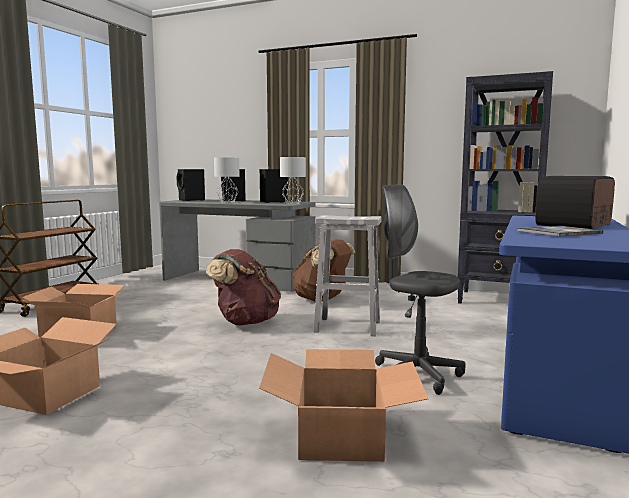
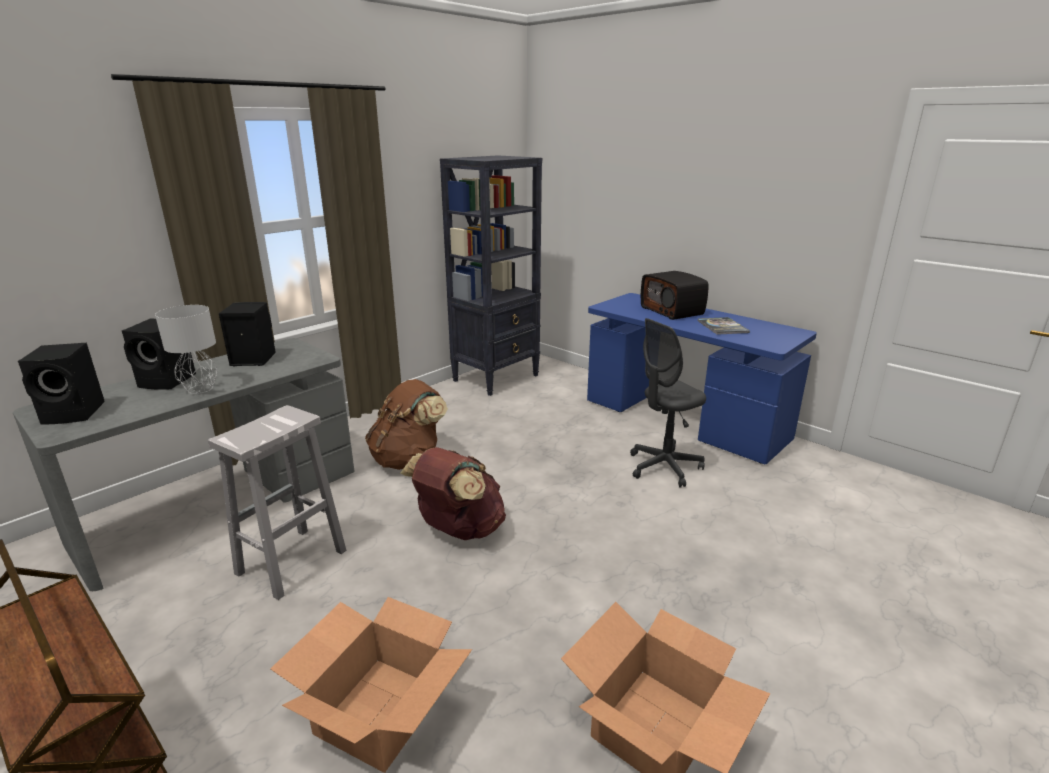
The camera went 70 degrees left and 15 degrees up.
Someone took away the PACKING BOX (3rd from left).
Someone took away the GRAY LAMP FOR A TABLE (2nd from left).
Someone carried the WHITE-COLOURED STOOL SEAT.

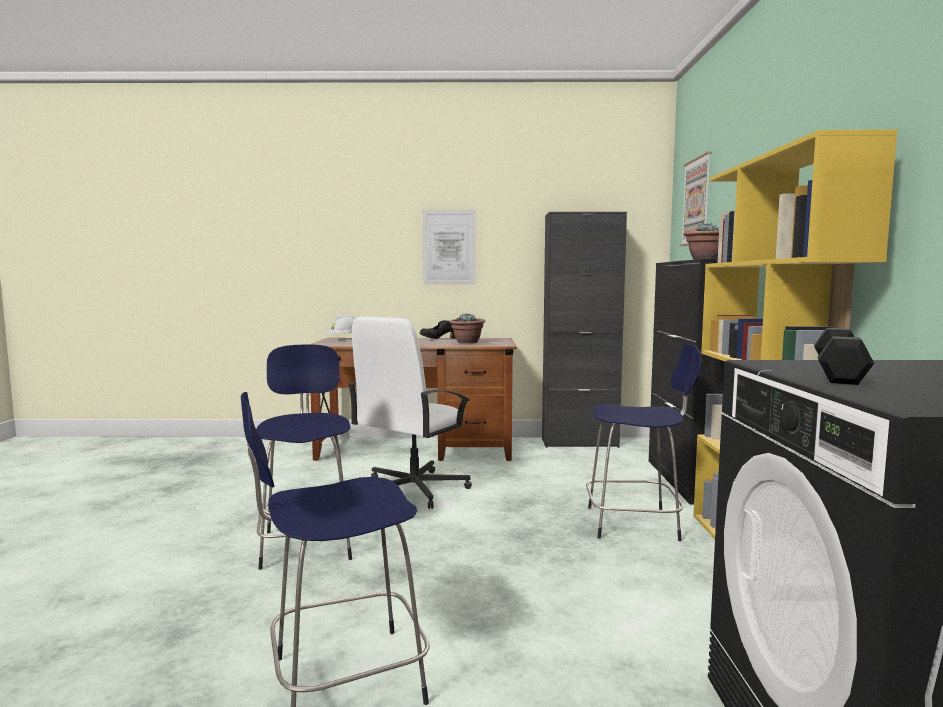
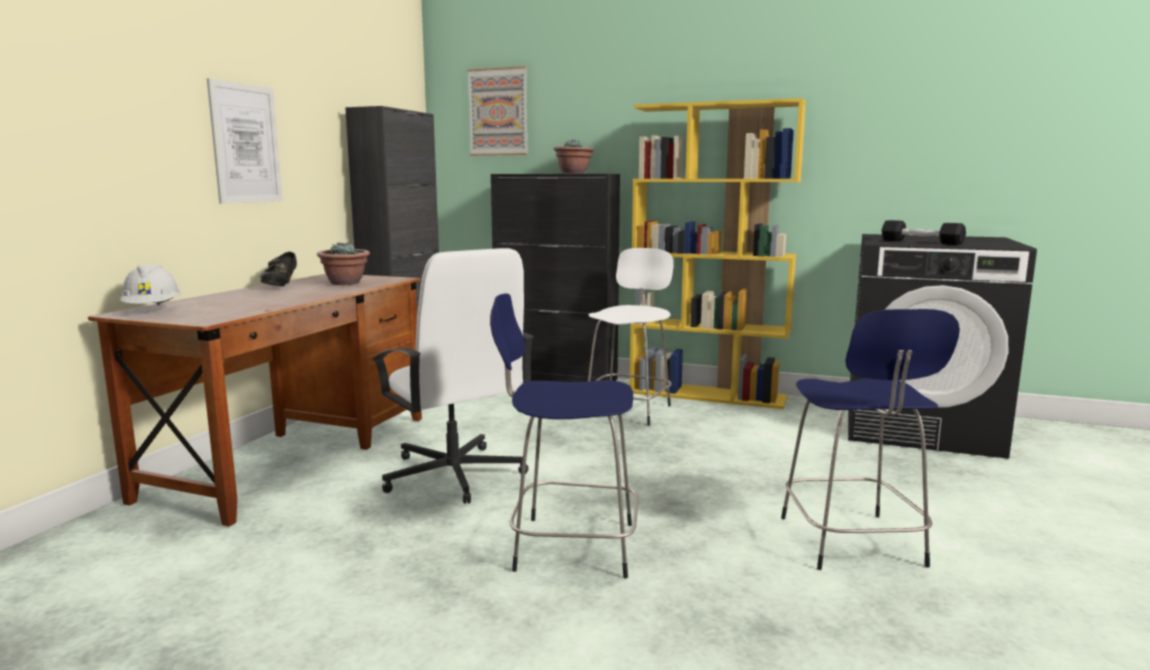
The camera went 70 degrees left and 5 degrees up.
Someone repainted the BLUE STOOL SEAT (3rd from left), which became the WHITE-COLOURED STOOL SEAT.

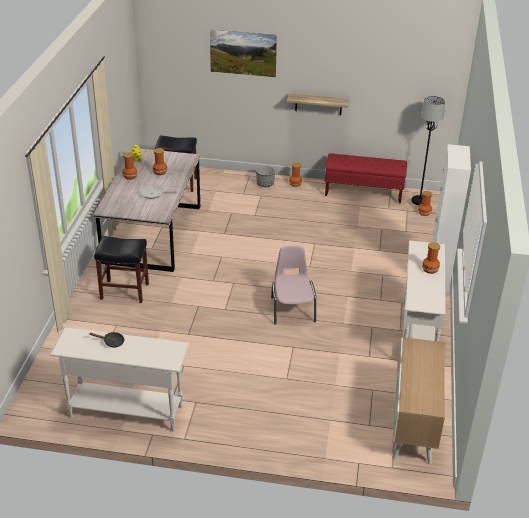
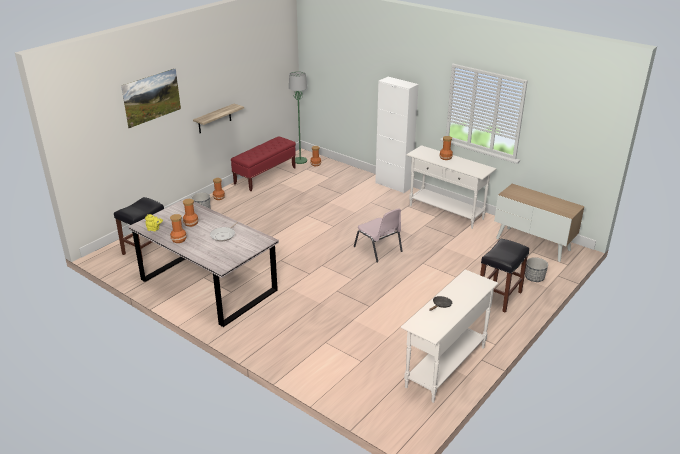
The camera went 60 degrees left and 5 degrees down.
Someone carried the BLACK STOOL SEAT (1st from left in the first image).
Someone rotated the PINKISH PLAIN CHAIR by 150 degrees counterclockwise.
Someone repainted the BLACK STANDARD LAMP, which became the GREEN STANDARD LAMP.
Someone put down the FLOWER POT (2nd from left).

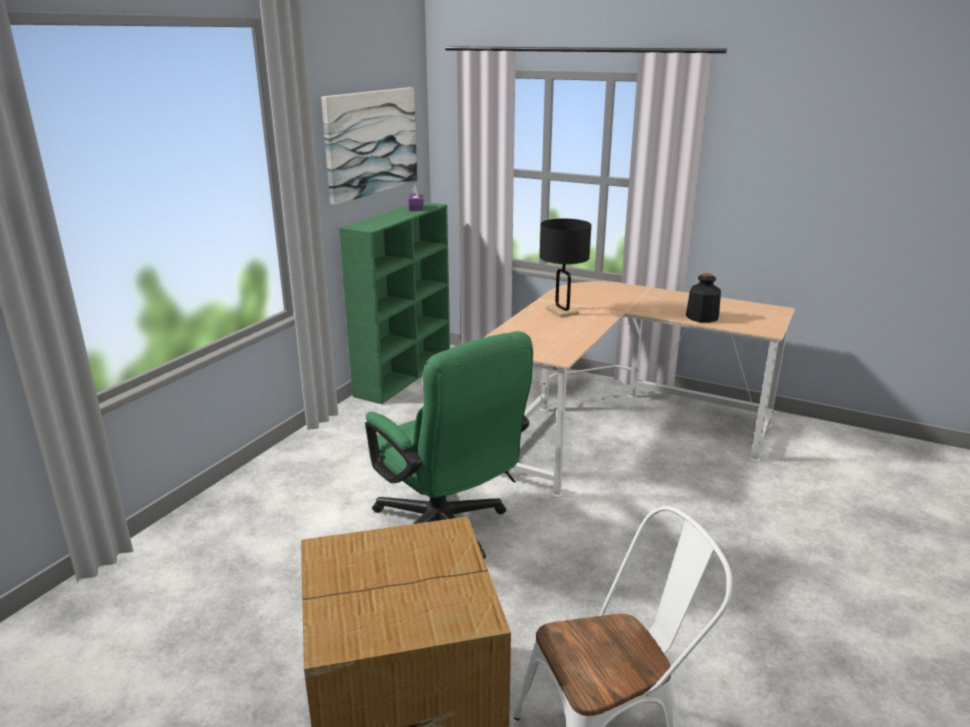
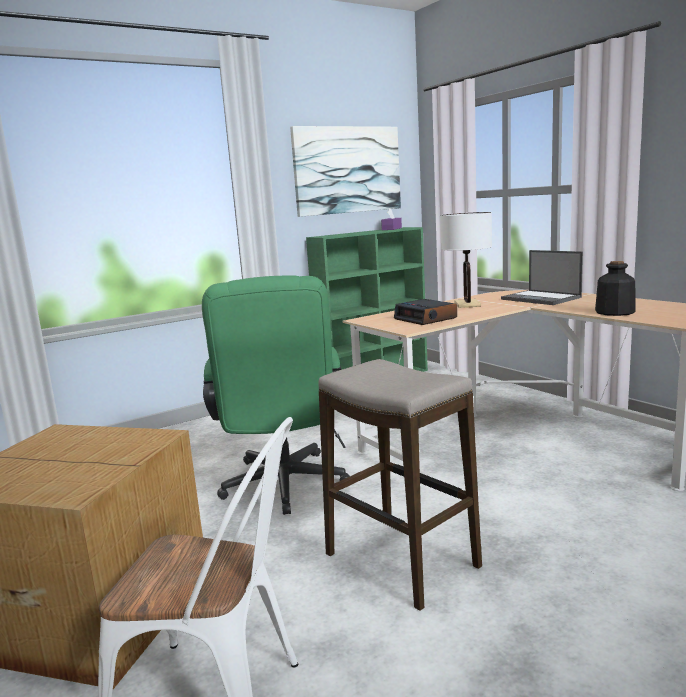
The camera went 30 degrees right and 10 degrees down.
Someone repainted the BLACK LAMP FOR A TABLE, which became the WHITE-COLOURED LAMP FOR A TABLE.
Someone put down the STOOL SEAT.
Someone put down the ALARM CLOCK.
Someone put down the PORTABLE COMPUTER.

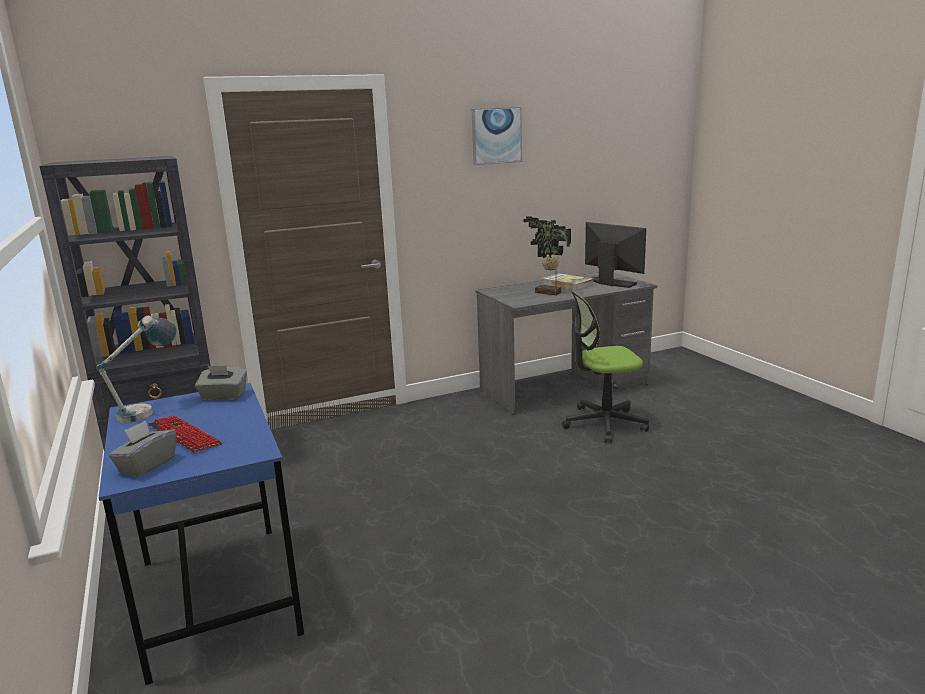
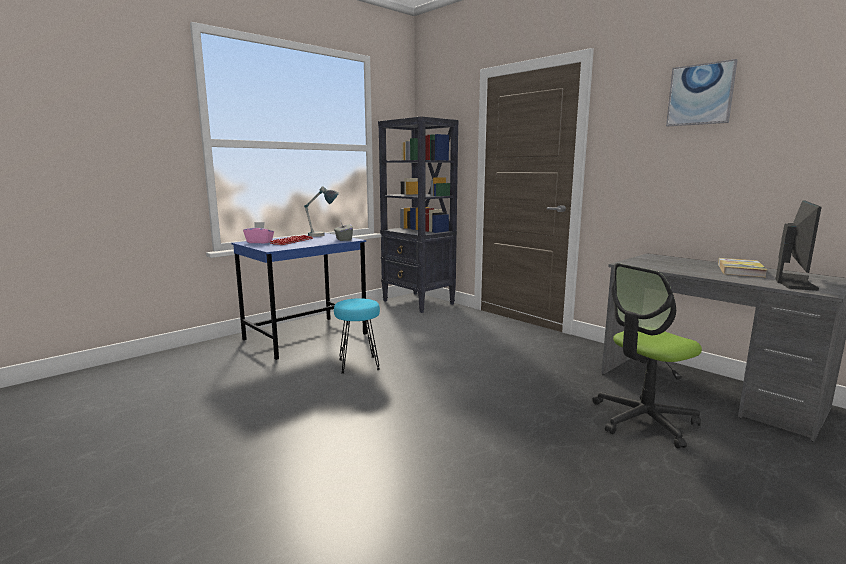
The camera went 70 degrees right and 5 degrees down.
Someone repainted the GRAY BOX OF TISSUES (1st from left), which became the PINKISH BOX OF TISSUES.
Someone took away the HOUSEPLANT.
Someone rotated the COMPUTER CHAIR by 90 degrees counterclockwise.
Someone put down the BLUE-GREEN STOOL SEAT.

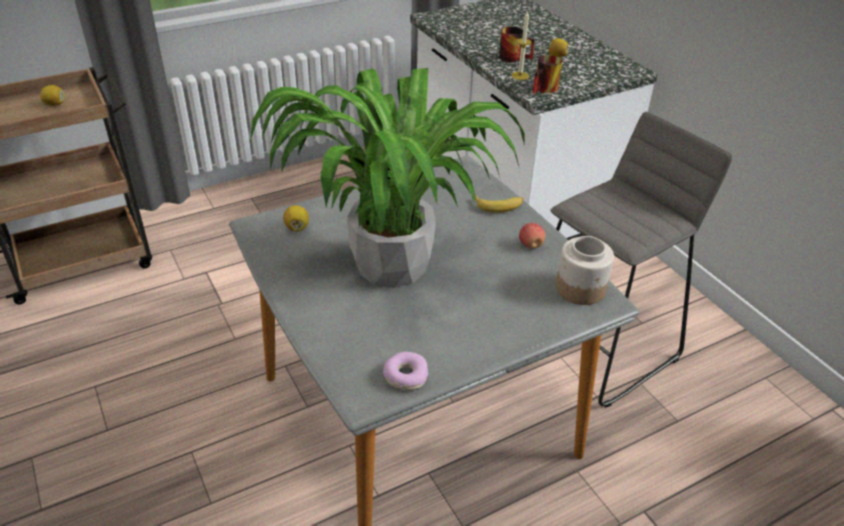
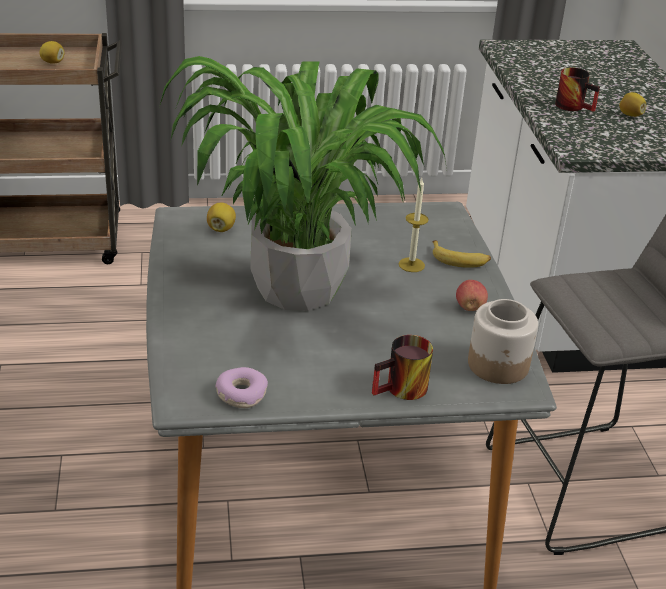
The camera went 20 degrees right and 5 degrees down.
Someone carried the WAX CANDLE.
Someone carried the TEA MUG (2nd from left in the first image).

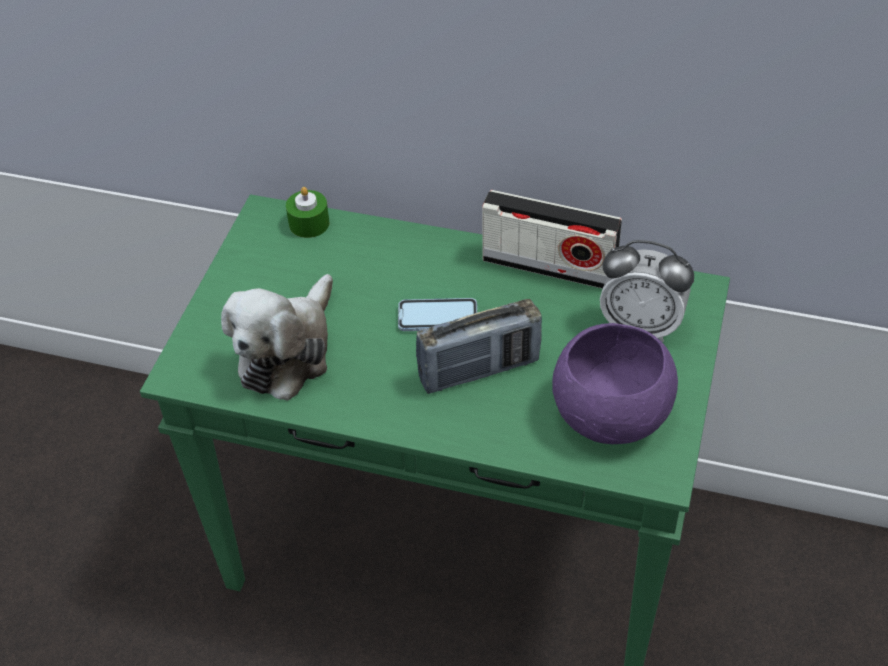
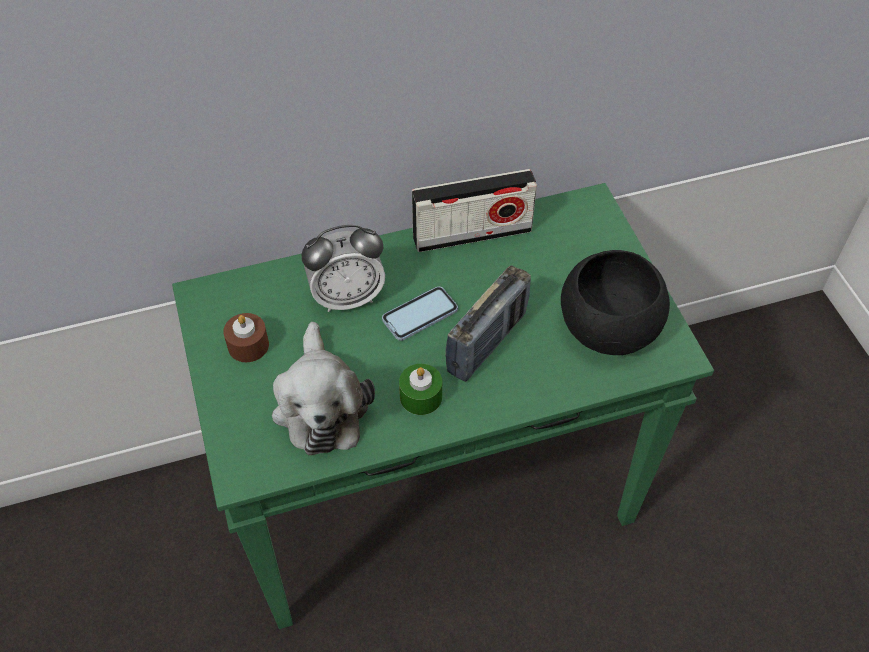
The camera went 35 degrees left and 5 degrees up.
Someone carried the GREEN WAX CANDLE.
Someone repainted the PURPLE SERVING BOWL, which became the BLACK SERVING BOWL.
Someone carried the ALARM CLOCK.
Someone put down the BROWNISH WAX CANDLE.

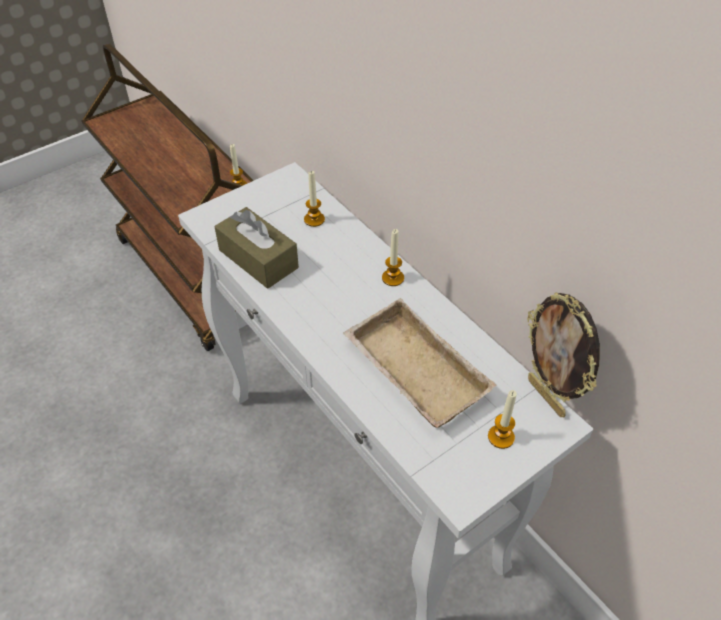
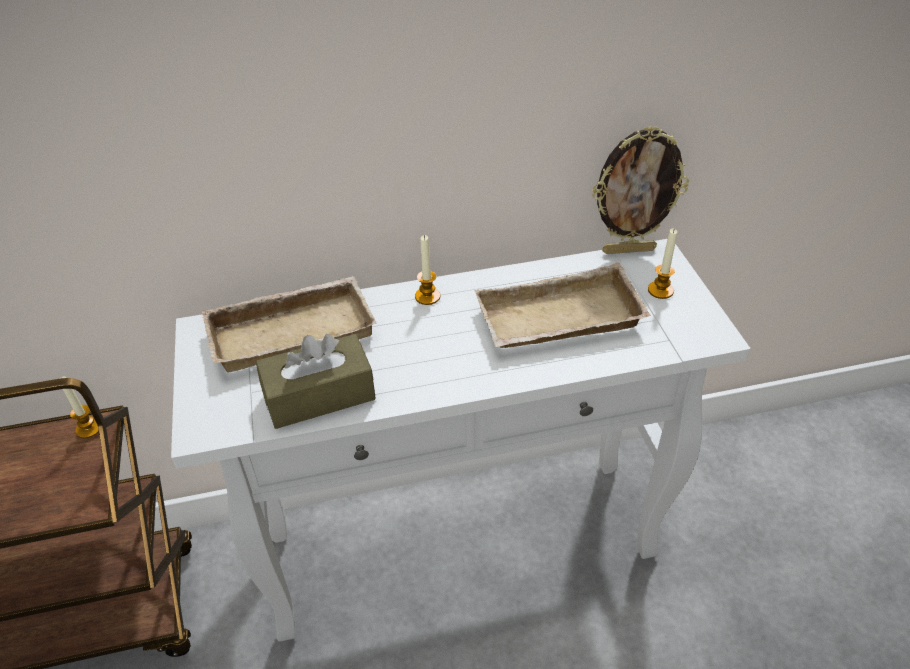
The camera went 65 degrees left and 5 degrees down.
Someone swapped the WAX CANDLE (2nd from left) for the BEIGE-COLOURED TRAY (1st from left).

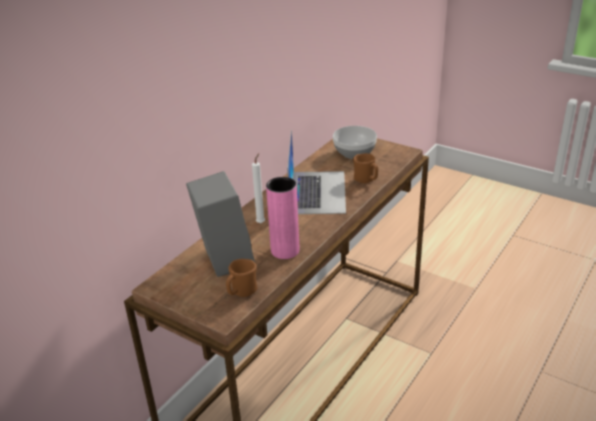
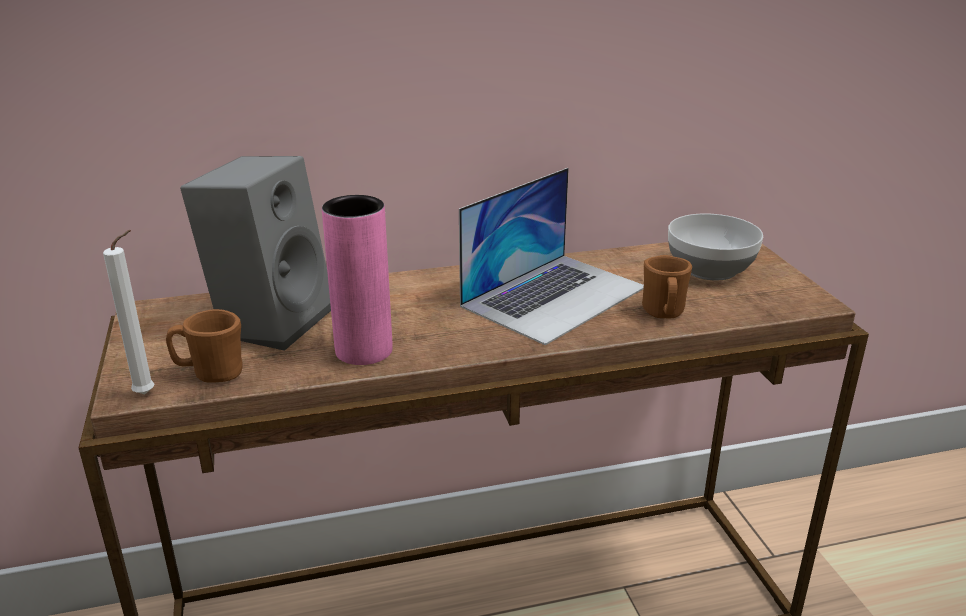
The camera went 40 degrees right and 5 degrees down.
Someone carried the WHITE-COLOURED WAX CANDLE.

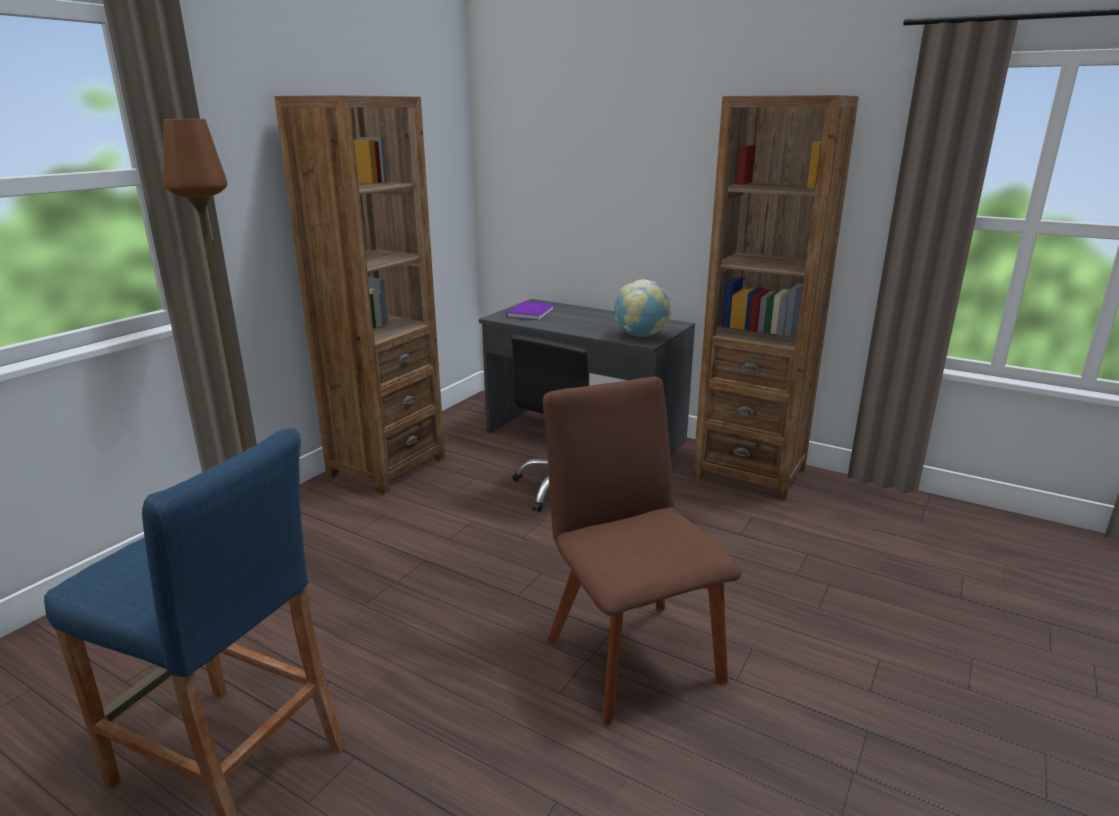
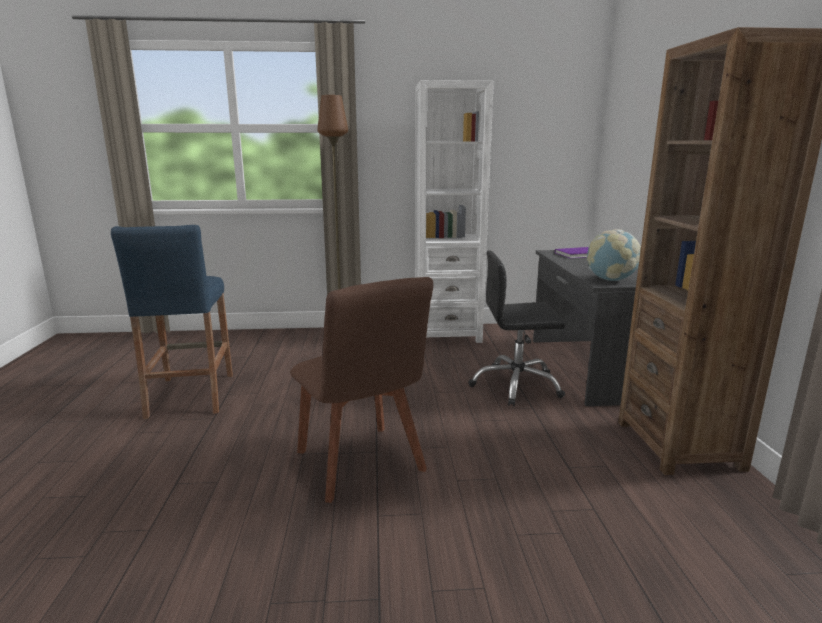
The camera went 55 degrees right and 5 degrees down.
Someone repainted the BROWNISH SHELVING UNIT (1st from left), which became the WHITE-COLOURED SHELVING UNIT.
Someone rotated the BROWNISH PLAIN CHAIR by 120 degrees clockwise.

